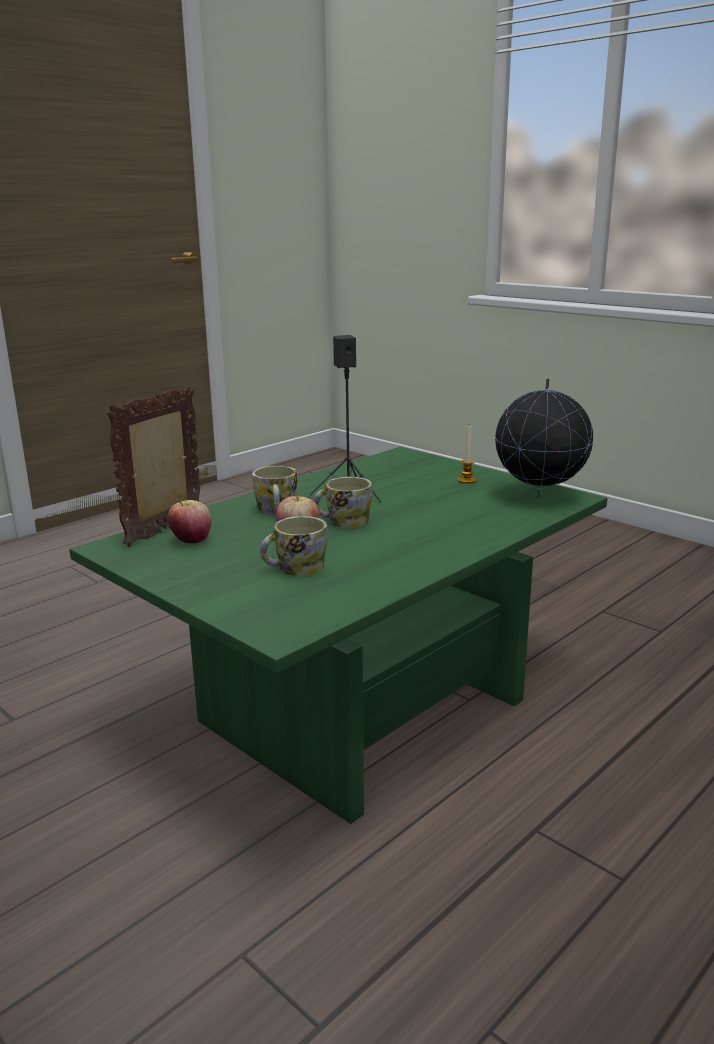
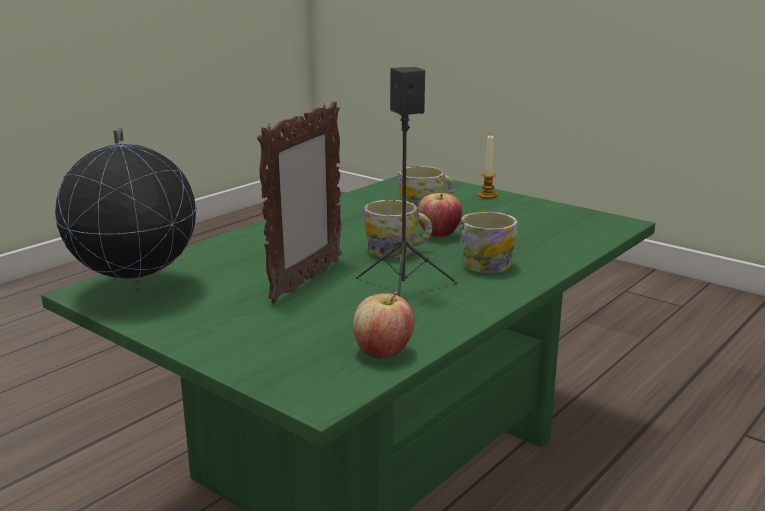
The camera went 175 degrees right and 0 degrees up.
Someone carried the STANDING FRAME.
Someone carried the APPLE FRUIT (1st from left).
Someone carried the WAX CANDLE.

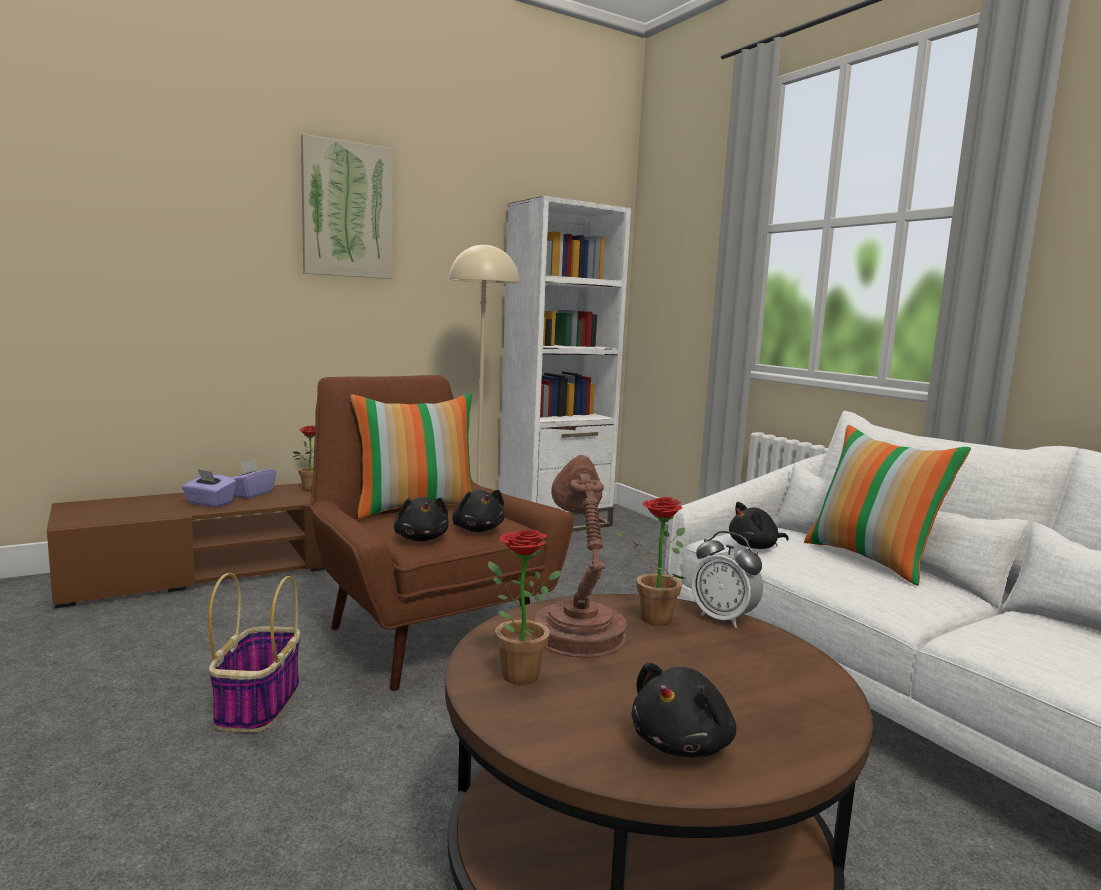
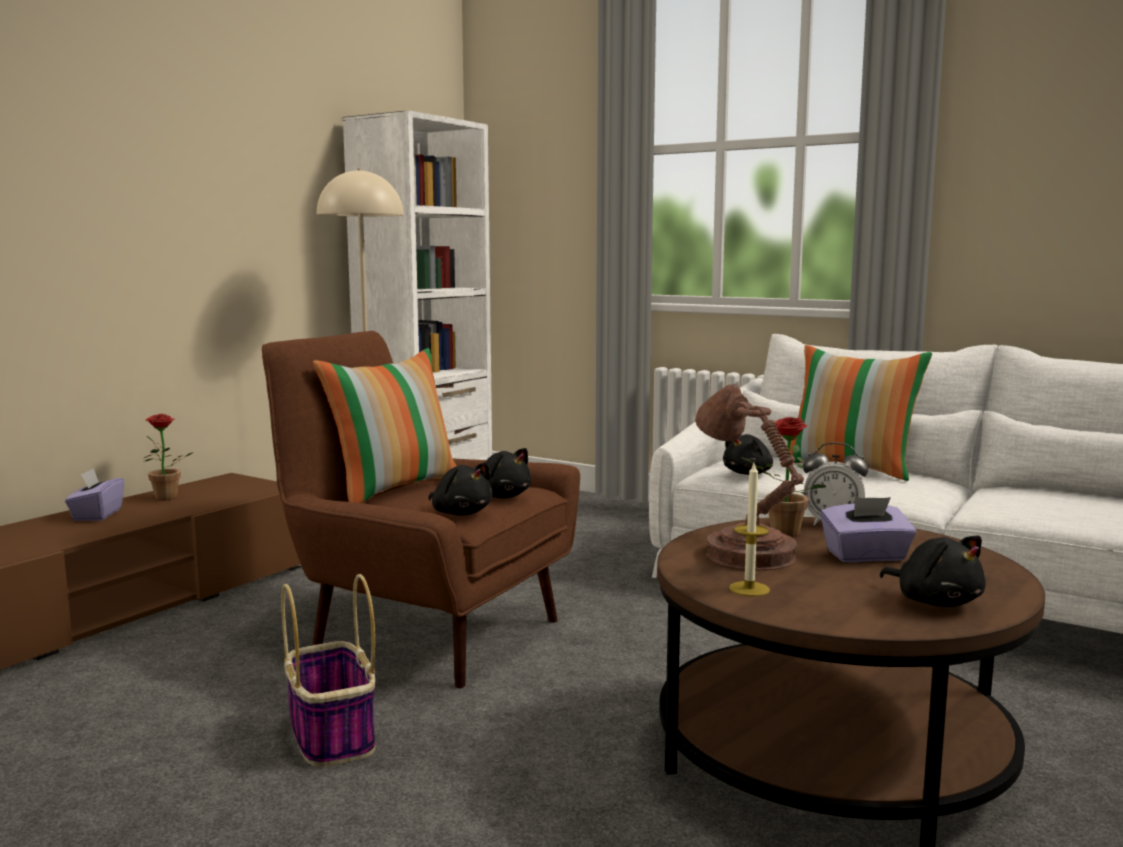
The camera went 25 degrees left and 0 degrees up.
Someone carried the PURPLE BOX OF TISSUES (1st from left in the first image).
Someone took away the PICTURE.
Someone swapped the HOUSEPLANT (2nd from left) for the WAX CANDLE.
Someone rotated the BLACK PLUSH TOY (3rd from left in the first image) by 45 degrees counterclockwise.

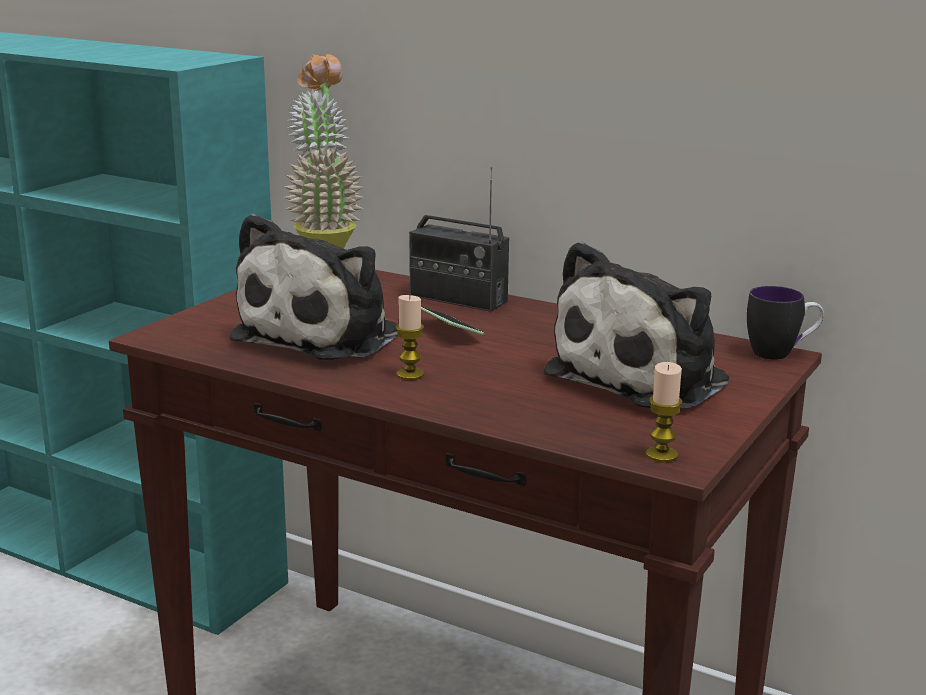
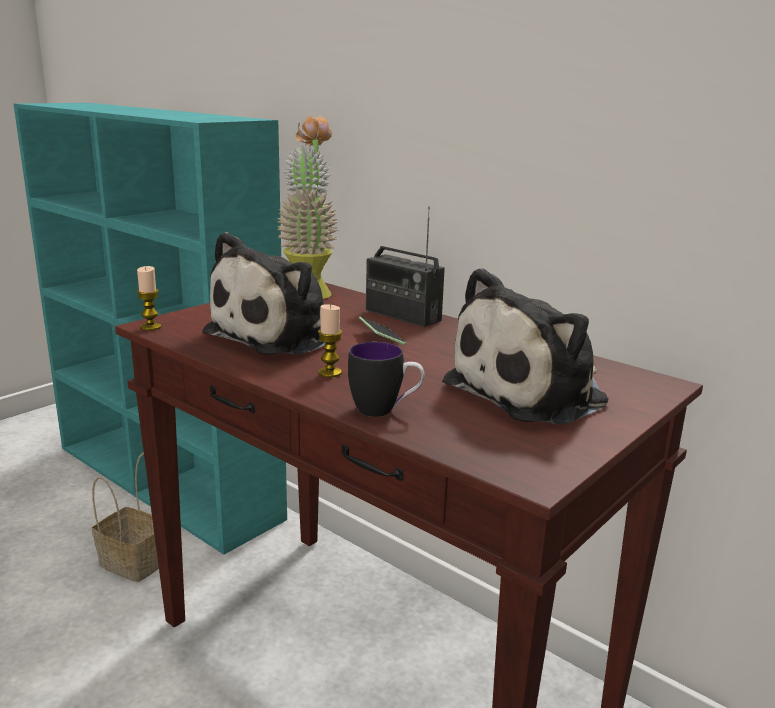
The camera went 10 degrees right and 0 degrees up.
Someone carried the WAX CANDLE (2nd from left in the first image).
Someone carried the TEA MUG.
Someone put down the BASKET.

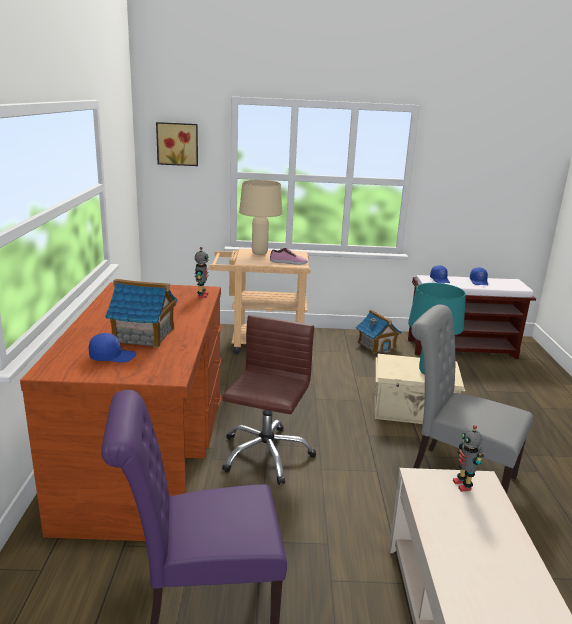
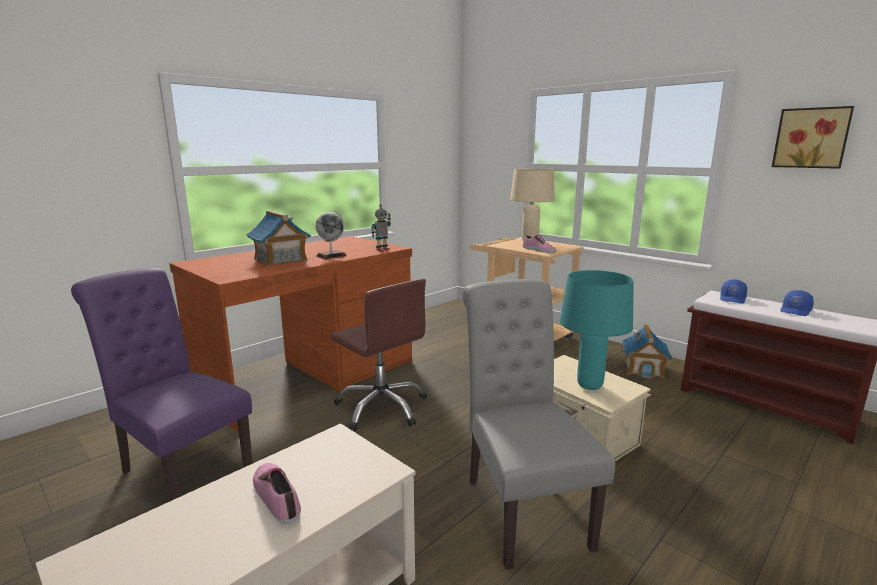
The camera went 45 degrees right and 5 degrees down.
Someone took away the BLUE PEAKED CAP (1st from left).
Someone carried the PICTURE.
Someone rotated the BROWNISH COMPUTER CHAIR by 75 degrees clockwise.
Someone took away the MODEL ROBOT (2nd from left).
Someone put down the LOW SHOE (1st from left).
Someone put down the WORLD GLOBE.

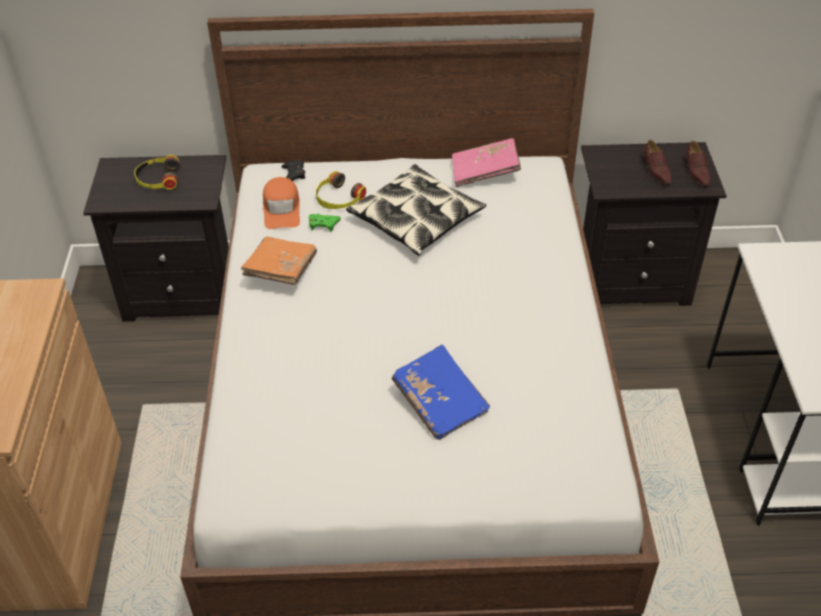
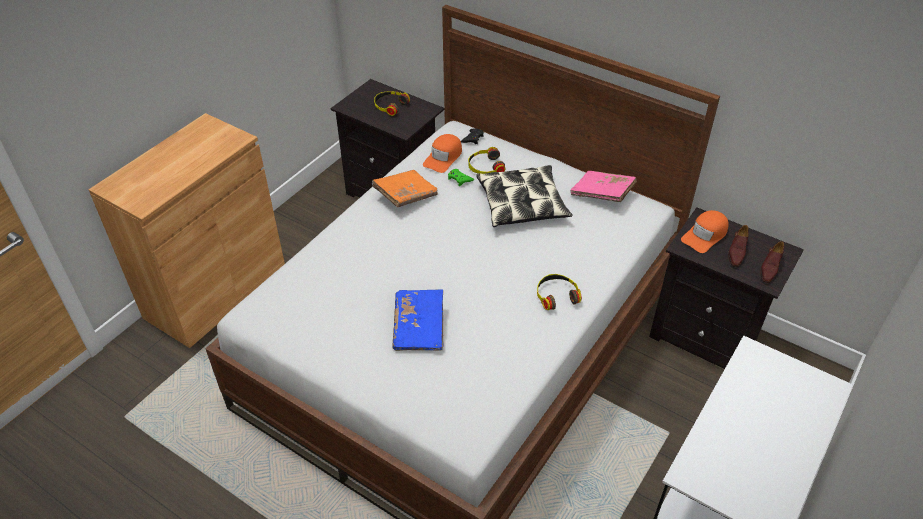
The camera went 35 degrees right and 0 degrees up.
Someone put down the HEADPHONES (3rd from left).
Someone put down the ORANGE PEAKED CAP (2nd from left).

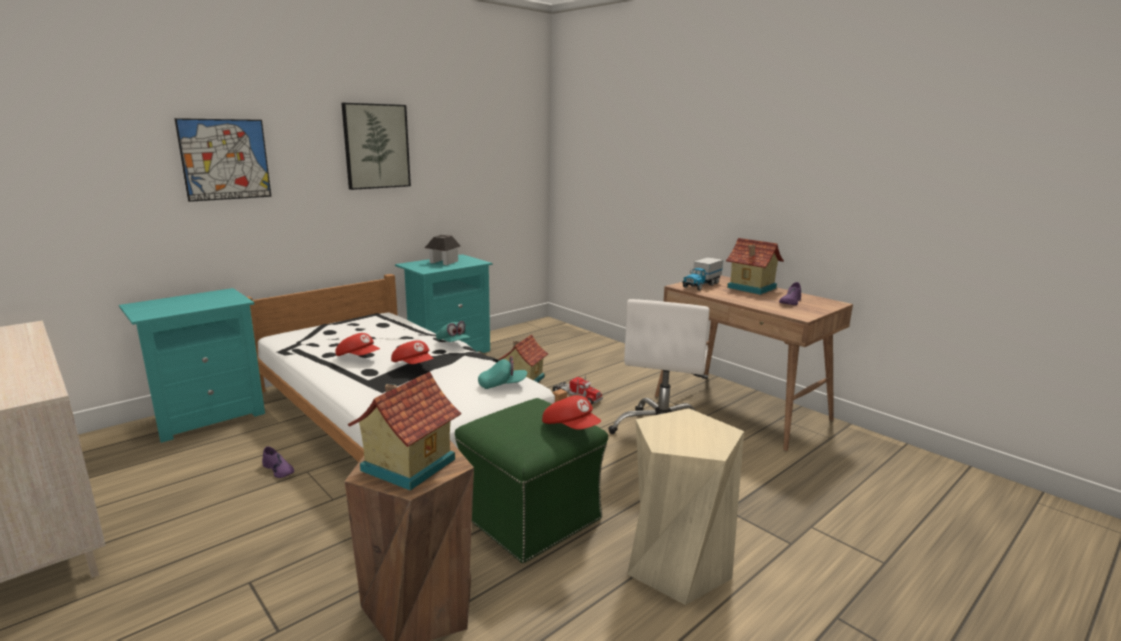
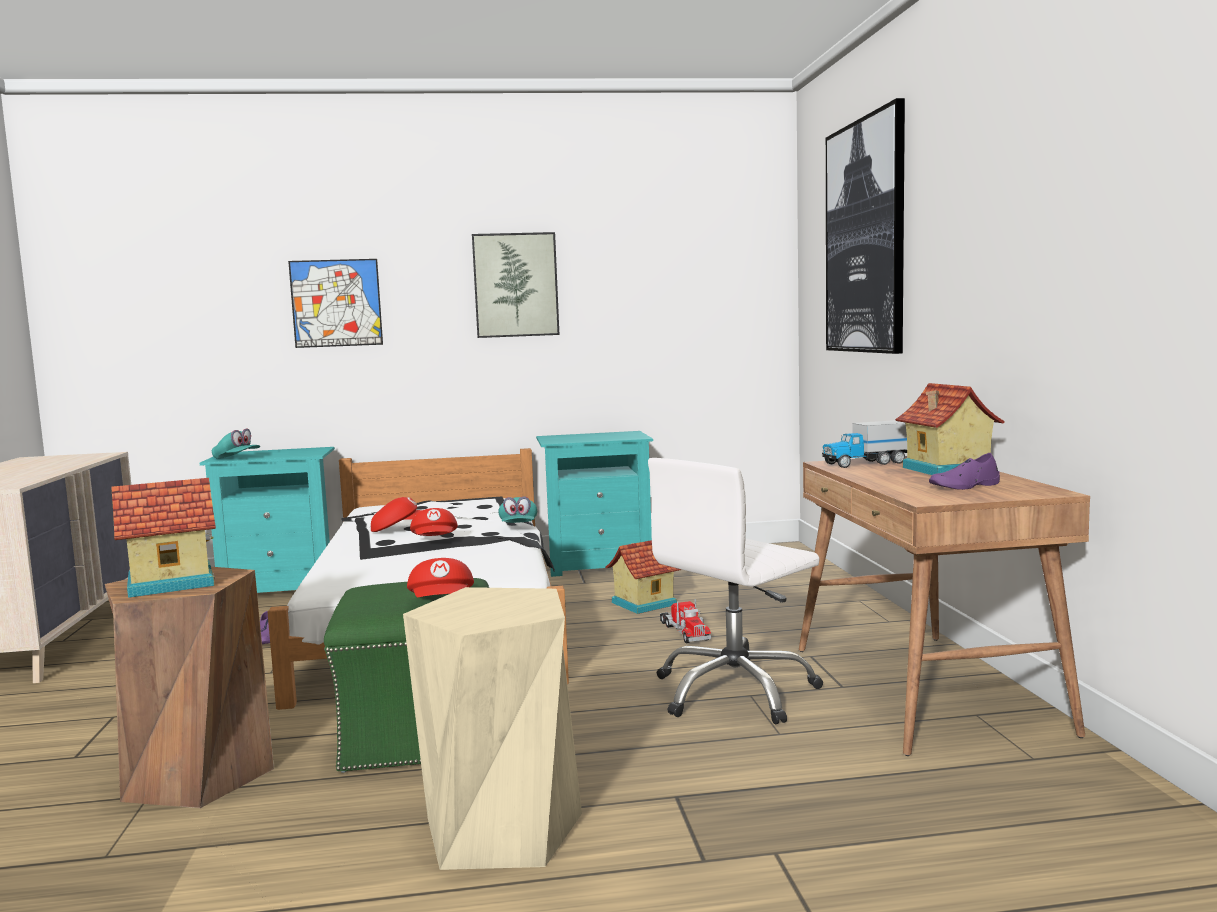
The camera went 35 degrees right and 10 degrees down.
Someone rotated the RED-COLOURED PEAKED CAP (1st from left) by 75 degrees counterclockwise.
Someone took away the MODEL HOUSE (2nd from left).
Someone carried the BLUE-GREEN PEAKED CAP (2nd from left in the first image).
Someone put up the PICTURE (3rd from left).

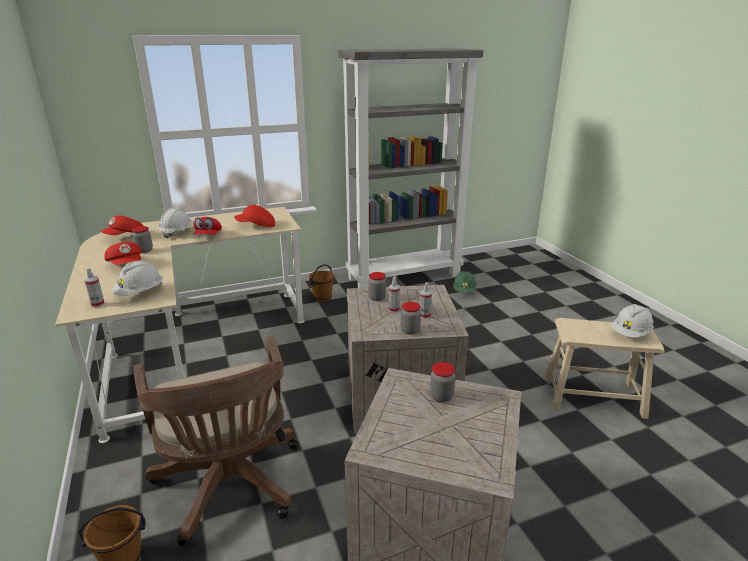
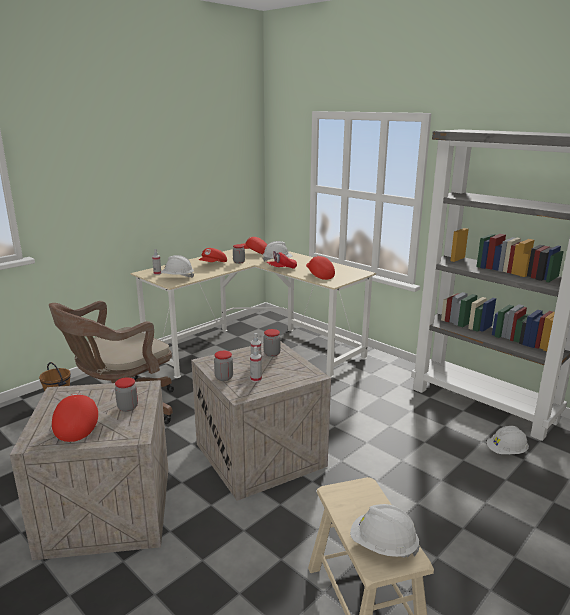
The camera went 65 degrees right and 5 degrees down.
Someone took away the BROWNISH WATER BUCKET (2nd from left).
Someone repainted the GREEN HARD HAT, which became the WHITE-COLOURED HARD HAT (4th from left).
Someone put down the RED-COLOURED PEAKED CAP (1st from left).

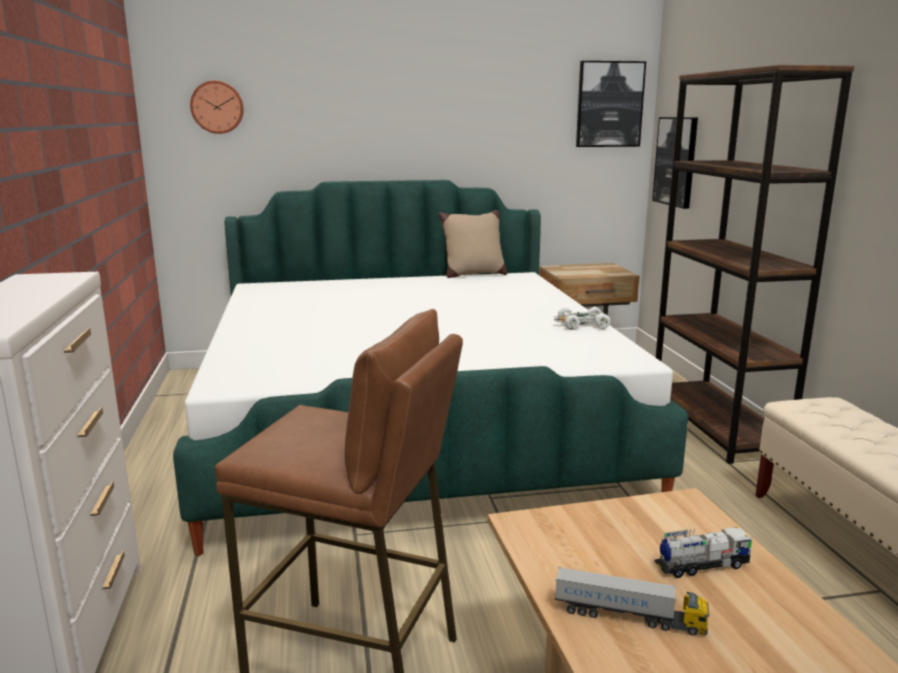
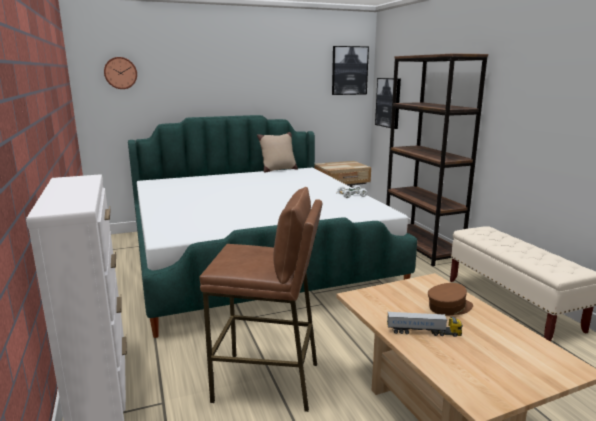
The camera went 10 degrees left and 0 degrees up.
Someone swapped the TOY TRUCK (2nd from left) for the BROWNISH PEAKED CAP.

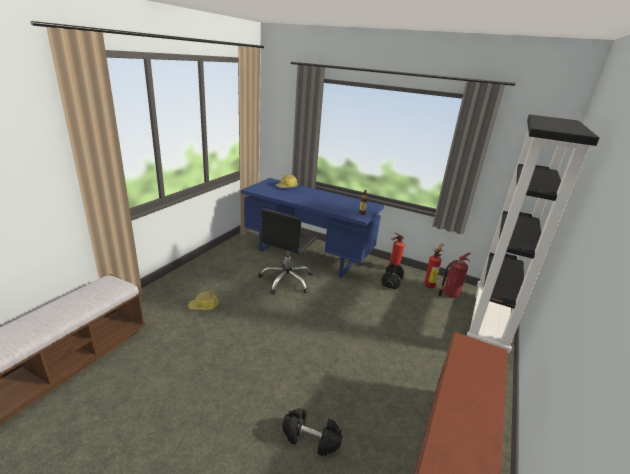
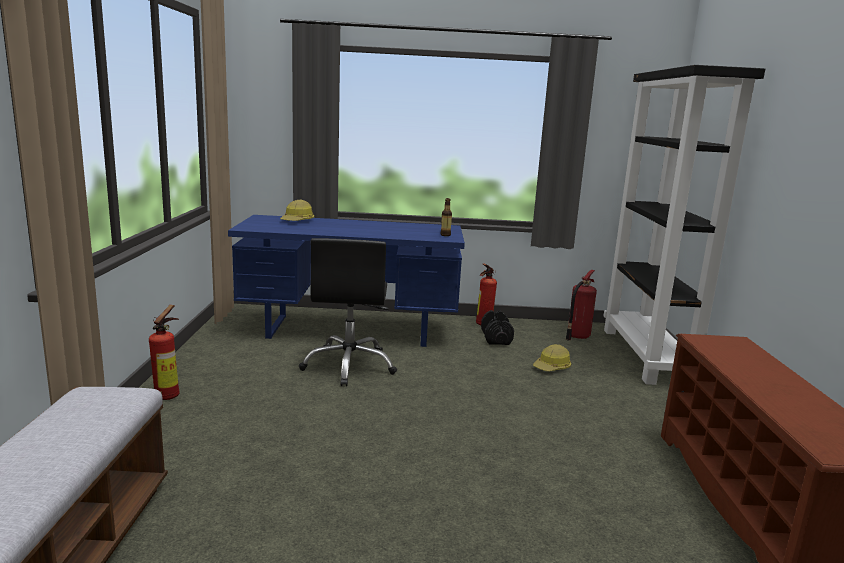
The camera went 25 degrees left and 10 degrees down.
Someone carried the HARD HAT (1st from left in the first image).
Someone took away the BLACK FREE WEIGHT (1st from left).
Someone carried the FIRE EXTINGUISHER (2nd from left in the first image).

